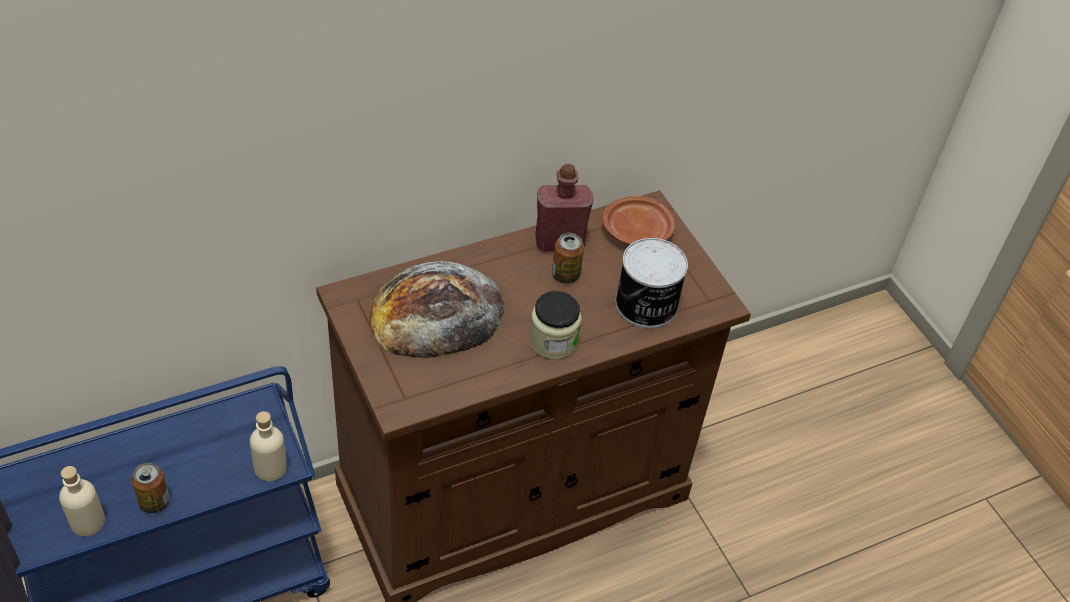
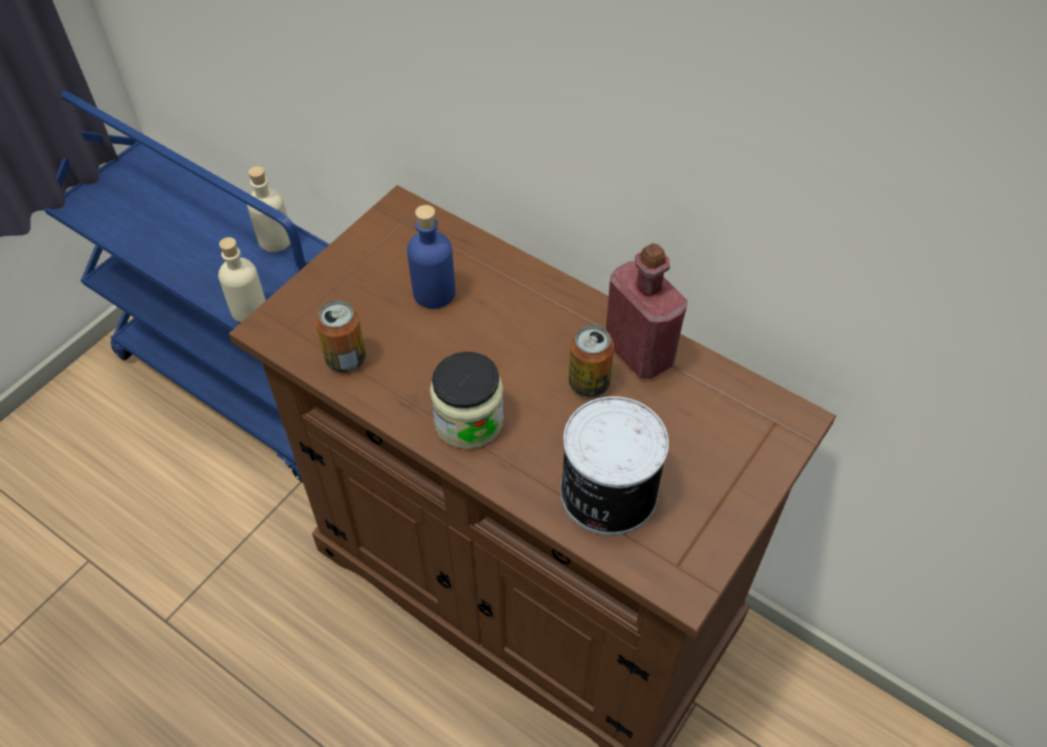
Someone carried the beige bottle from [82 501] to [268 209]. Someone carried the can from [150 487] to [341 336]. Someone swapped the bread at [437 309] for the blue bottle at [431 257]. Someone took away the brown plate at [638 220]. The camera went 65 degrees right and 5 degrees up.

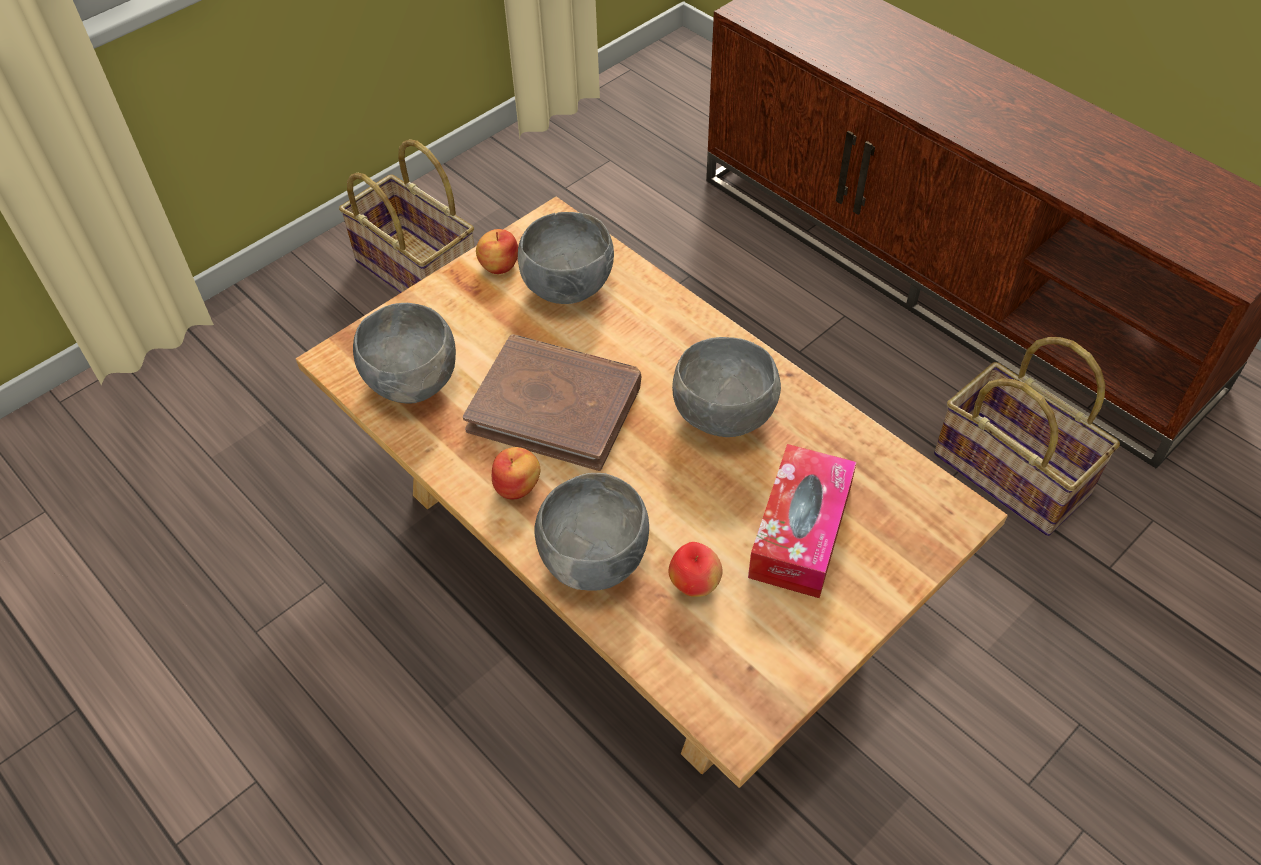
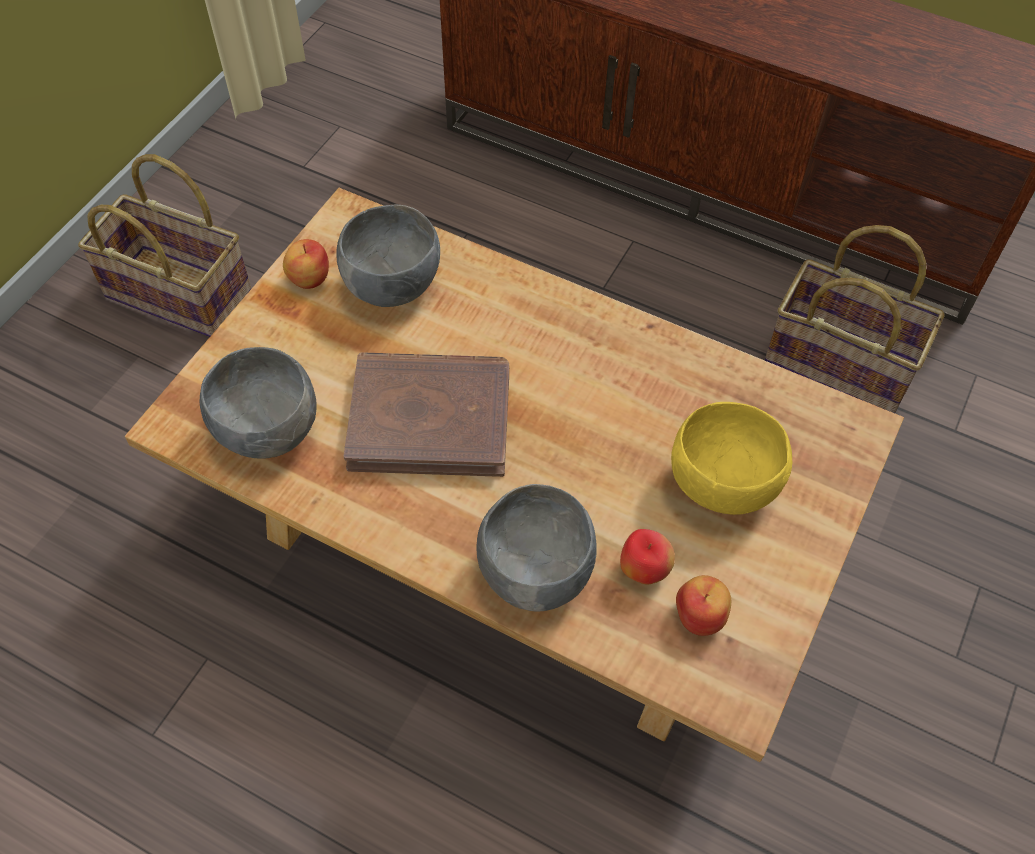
Someone swapped the tissue box at [802 521] for the yellow bowl at [731 458]. Someone carried the apple from [516 473] to [703 605]. Someone took away the grey bowl at [726 387]. The camera went 20 degrees left and 5 degrees up.

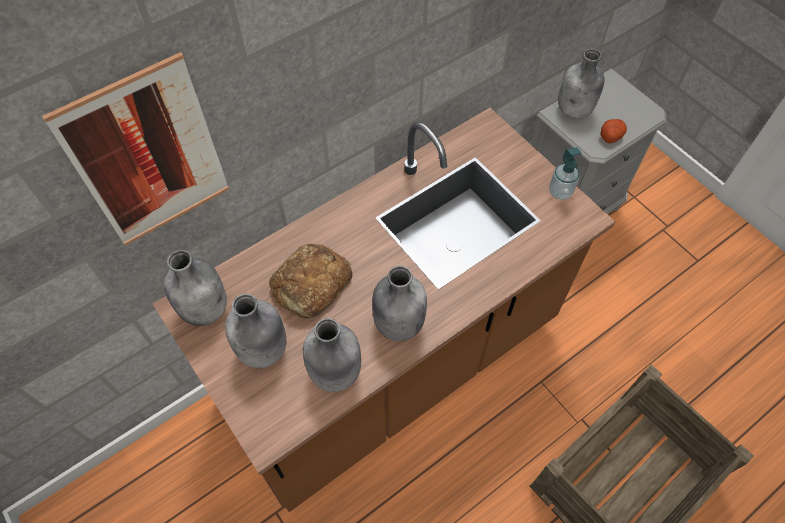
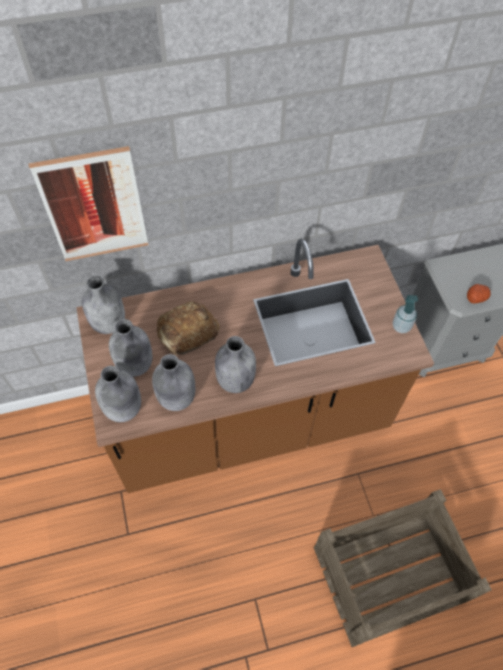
Someone carried the grey bottle from [581 84] to [118 394]. The camera went 20 degrees right and 0 degrees up.

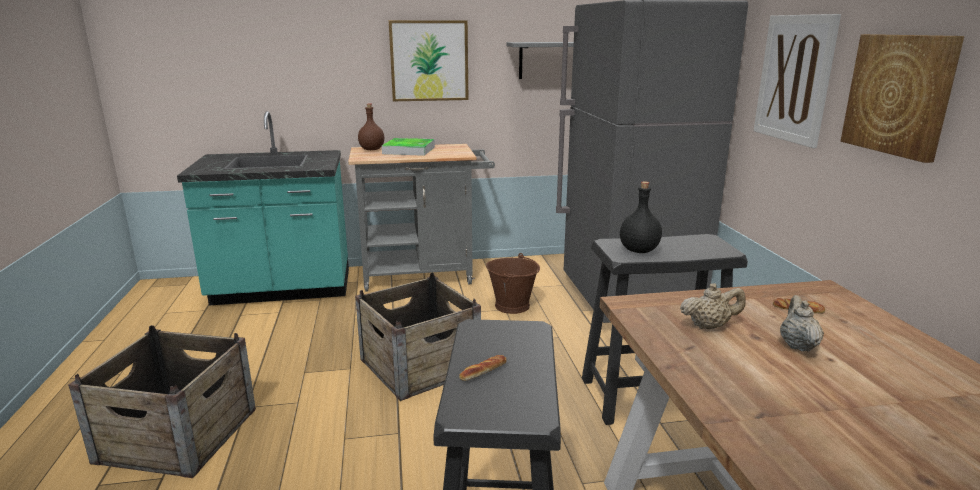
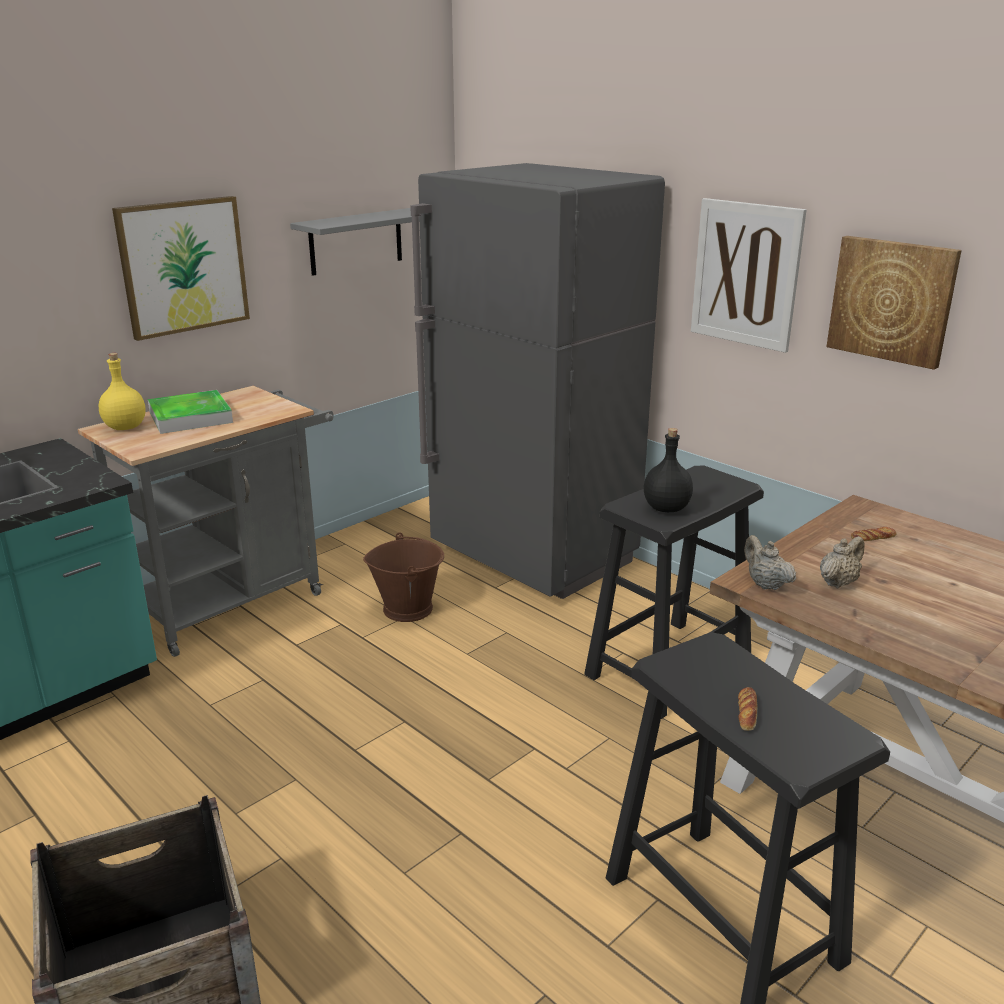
Someone repainted the brown bottle at [371 127], which became the yellow bottle at [122 391]. Someone carried the beige teapot from [802 323] to [770 562]. Someone took away the crate at [418 336]. The camera went 35 degrees left and 5 degrees up.

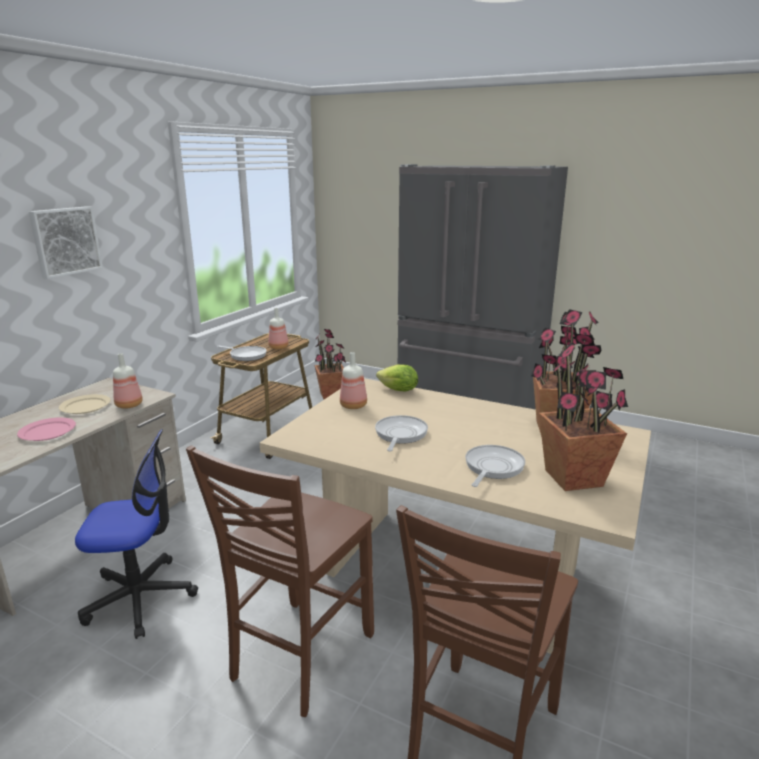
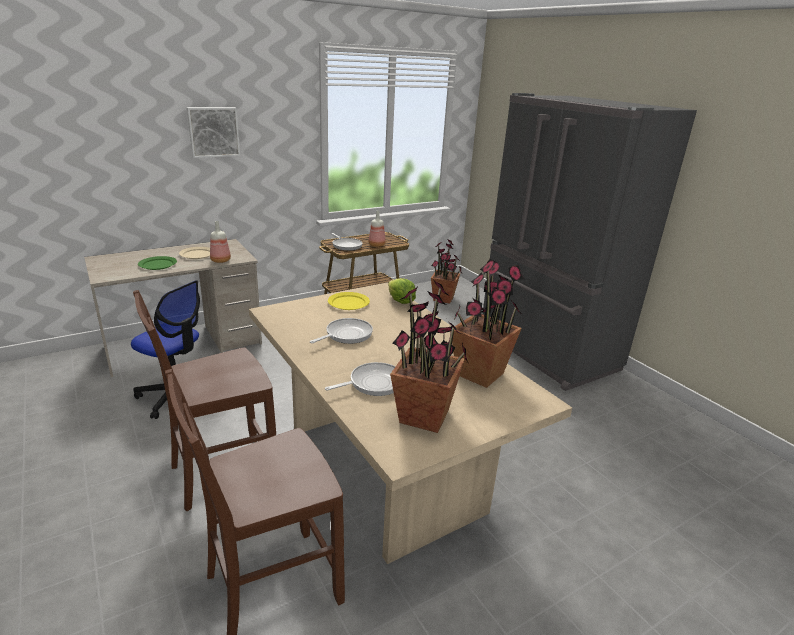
Someone repainted the pink plate at [46 429], which became the green plate at [157 263]. Someone swapped the bottle at [353 380] for the yellow plate at [349 301]. The camera went 30 degrees right and 5 degrees up.

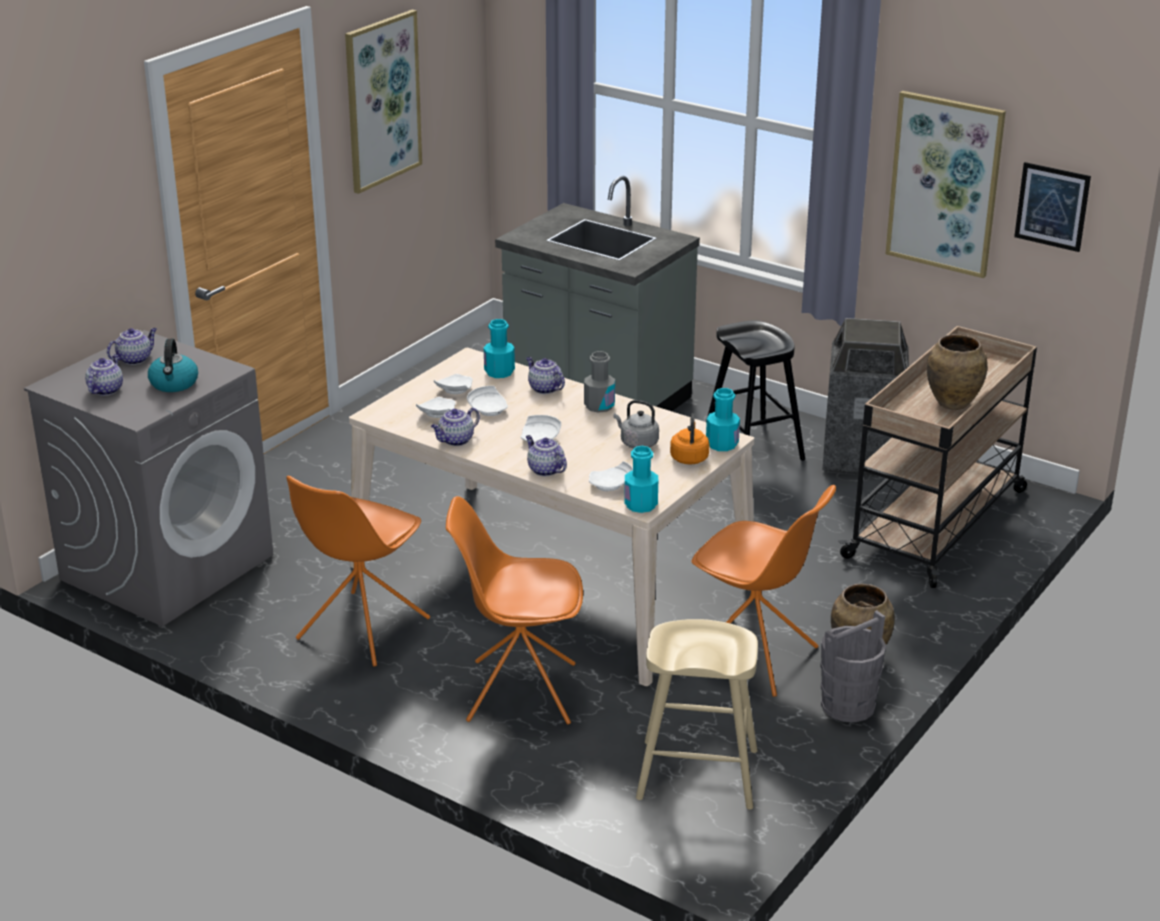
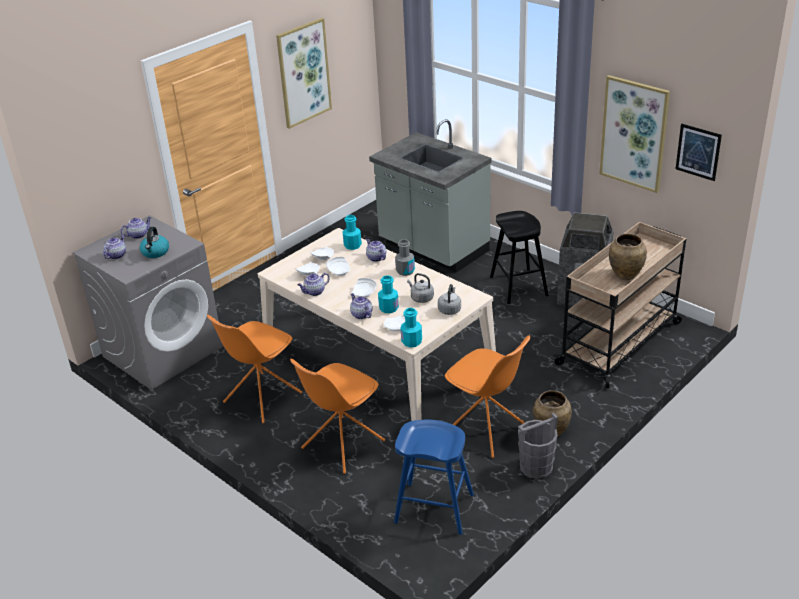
Someone rotated the orange chair at [514 610] by 60 degrees counterclockwise. Someone carried the turquoise bottle from [723 419] to [388 294]. Someone repainted the beige stool at [697 714], which became the blue stool at [434 477]. Someone repainted the orange kettle at [690 439], which became the grey kettle at [449 299]. The camera went 10 degrees right and 5 degrees up.

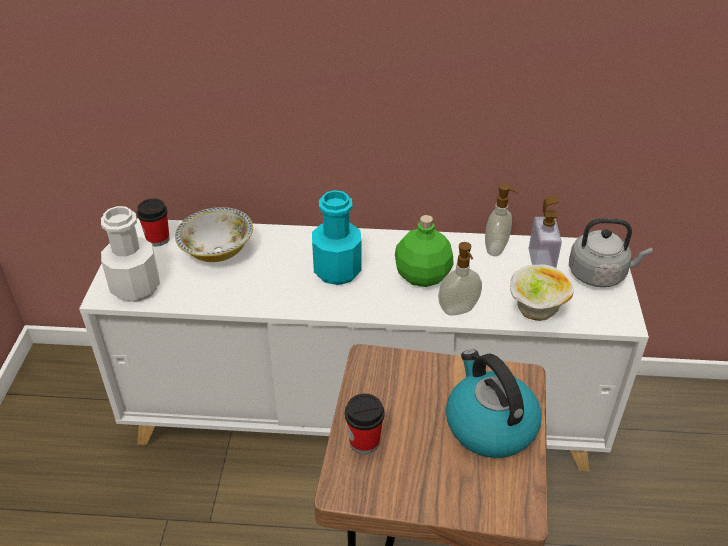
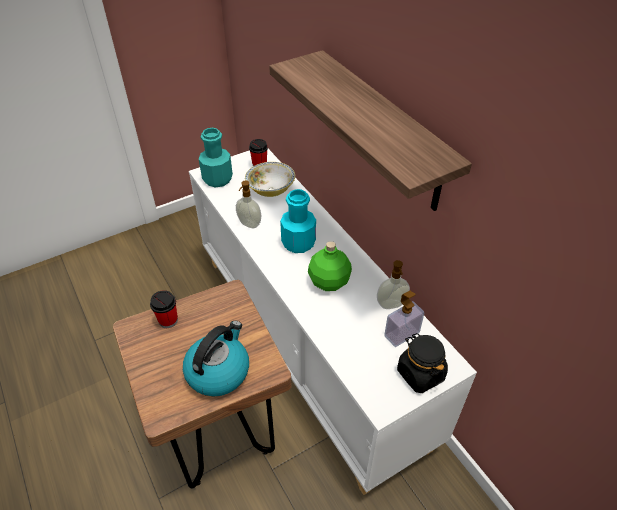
Someone repainted the white bottle at [130 254], which became the turquoise bottle at [216 158]. Someone carried the soap dispenser from [460 279] to [248 204]. Someone put up the shelf at [370 130]. Someone swapped the grey kettle at [611 252] for the black jar at [422 363]. Someone took away the bowl at [542 293]. The camera went 55 degrees right and 5 degrees up.

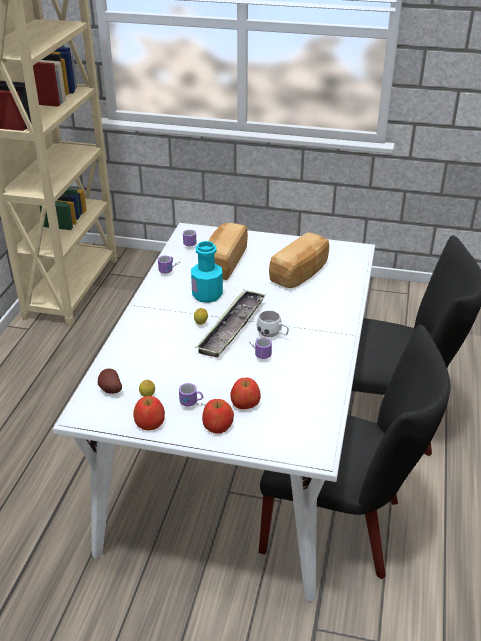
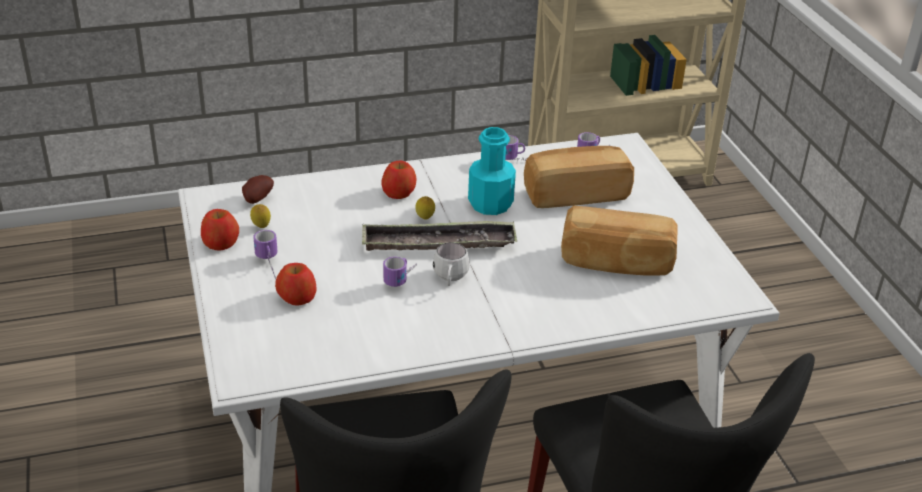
Someone carried the apple from [218 416] to [399 179]. The camera went 60 degrees right and 0 degrees up.

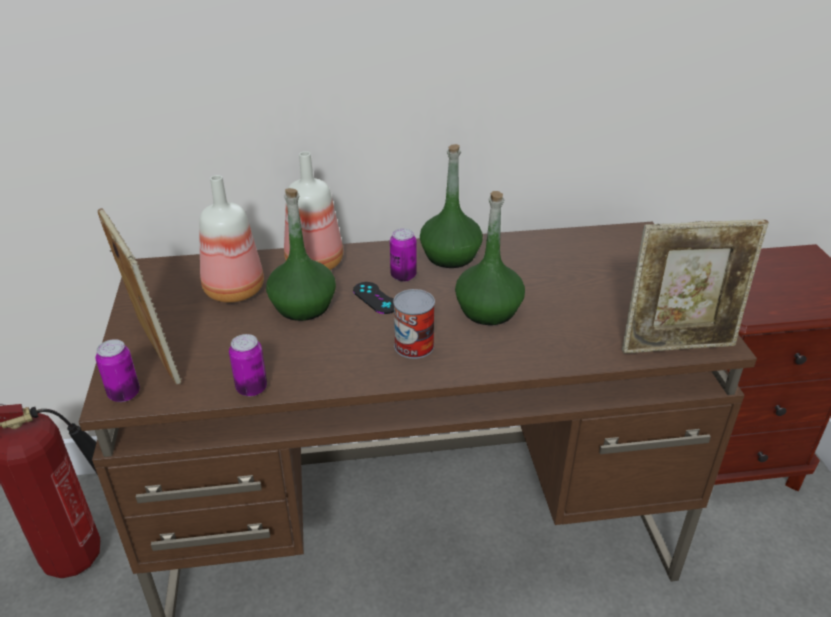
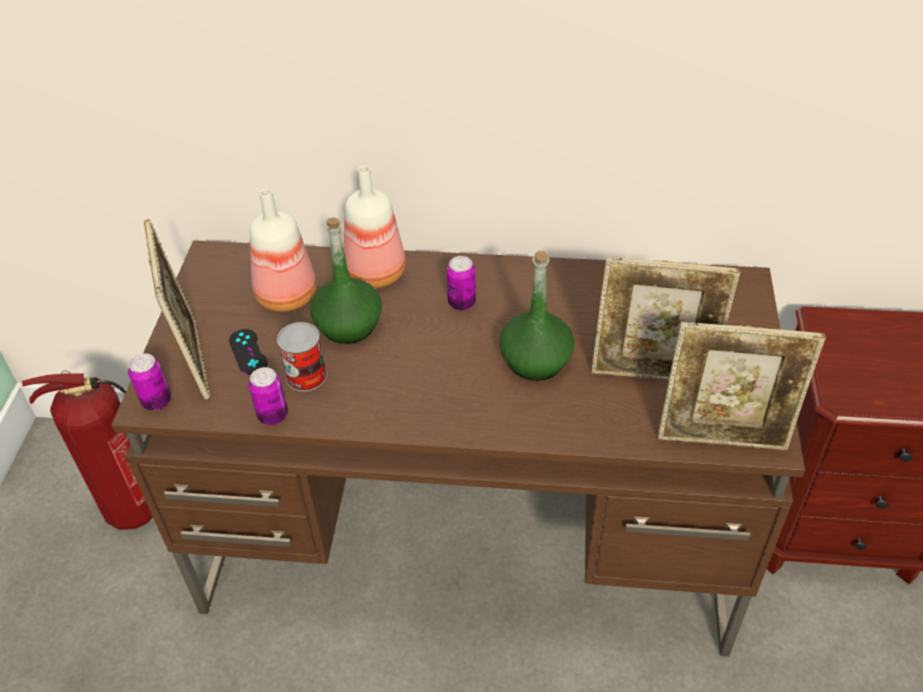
Someone carried the black game controller from [373 298] to [248 352]. Someone carried the can from [414 324] to [302 356]. Someone put down the picture frame at [666 318]. Someone took away the green bottle at [451 206]. The camera went 15 degrees right and 10 degrees up.

